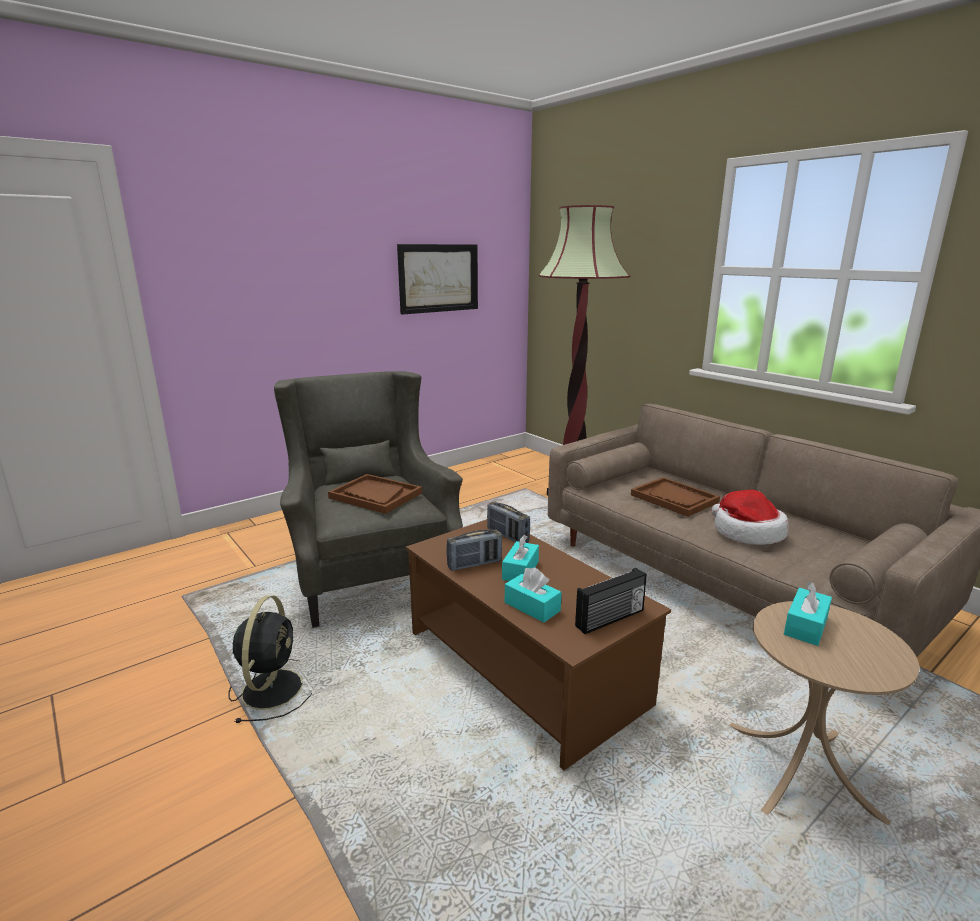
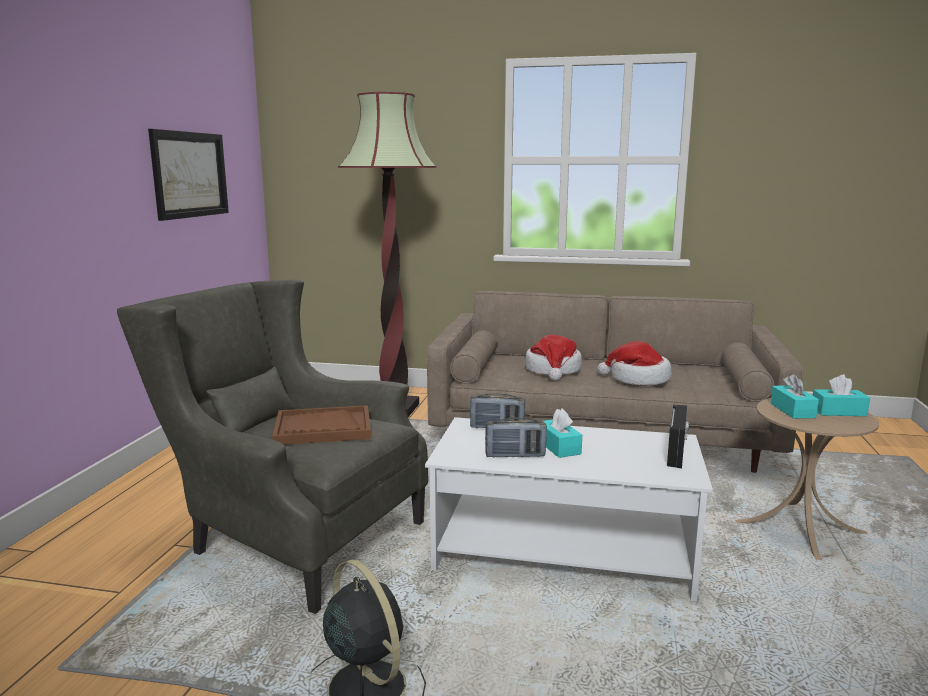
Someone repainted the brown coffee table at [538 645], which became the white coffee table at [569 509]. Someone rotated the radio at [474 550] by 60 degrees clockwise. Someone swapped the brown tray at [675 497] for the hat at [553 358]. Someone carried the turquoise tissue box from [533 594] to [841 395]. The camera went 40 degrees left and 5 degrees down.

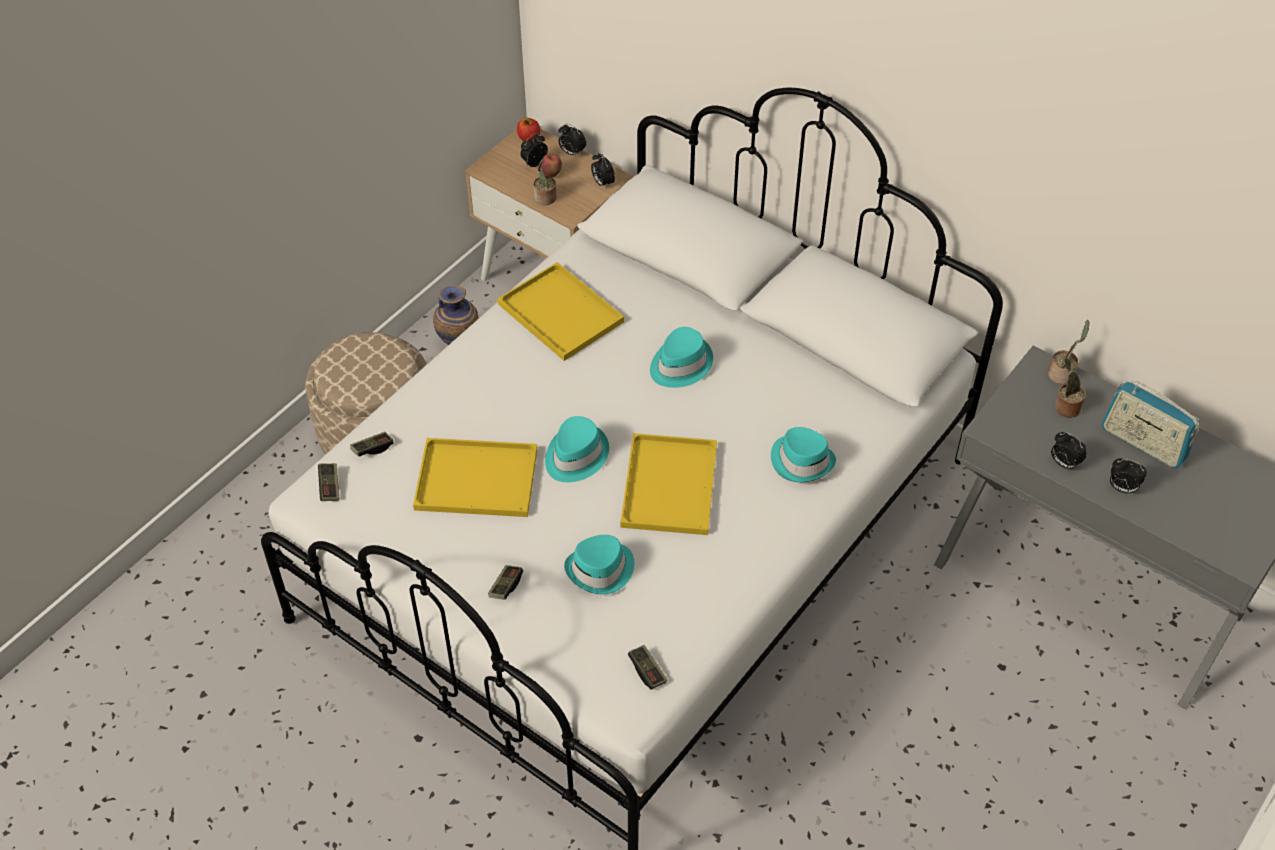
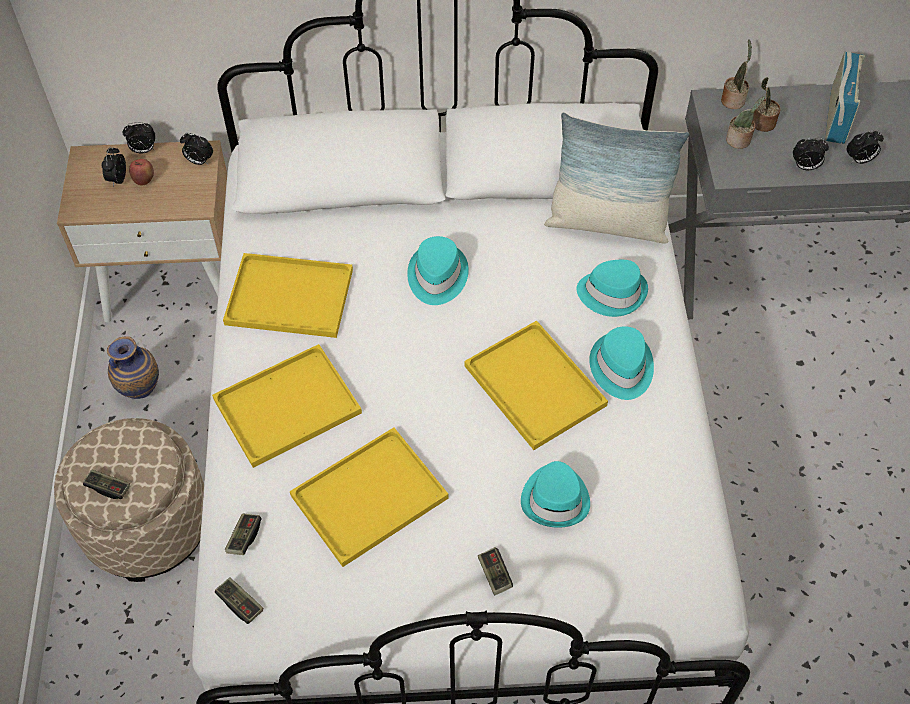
Someone carried the game controller from [647 667] to [106 484]. Someone put down the yellow tray at [287 406]. Someone put down the pillow at [616 178]. Someone carried the turquoise hat from [577 449] to [621 363]. Someone carried the potted plant from [544 182] to [745 122]. Someone rotated the radio at [1150 424] by 75 degrees counterclockwise. Someone took away the apple at [528 129]. The camera went 40 degrees left and 5 degrees up.

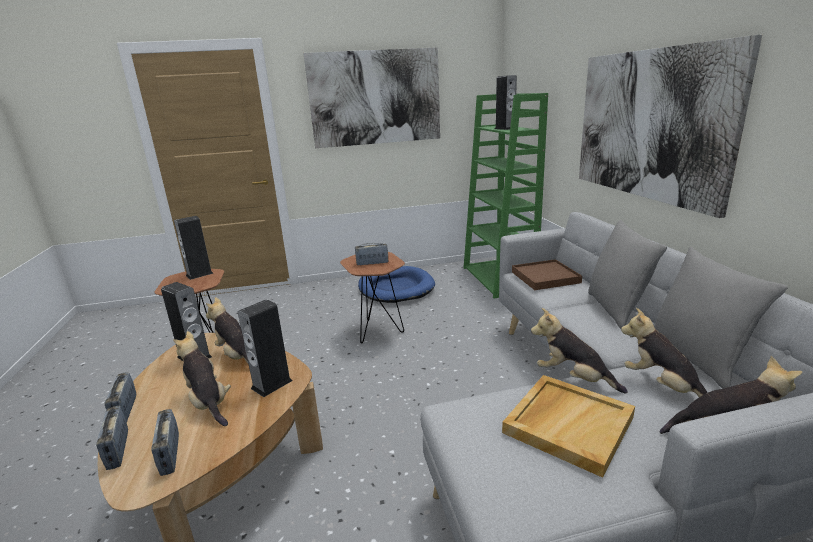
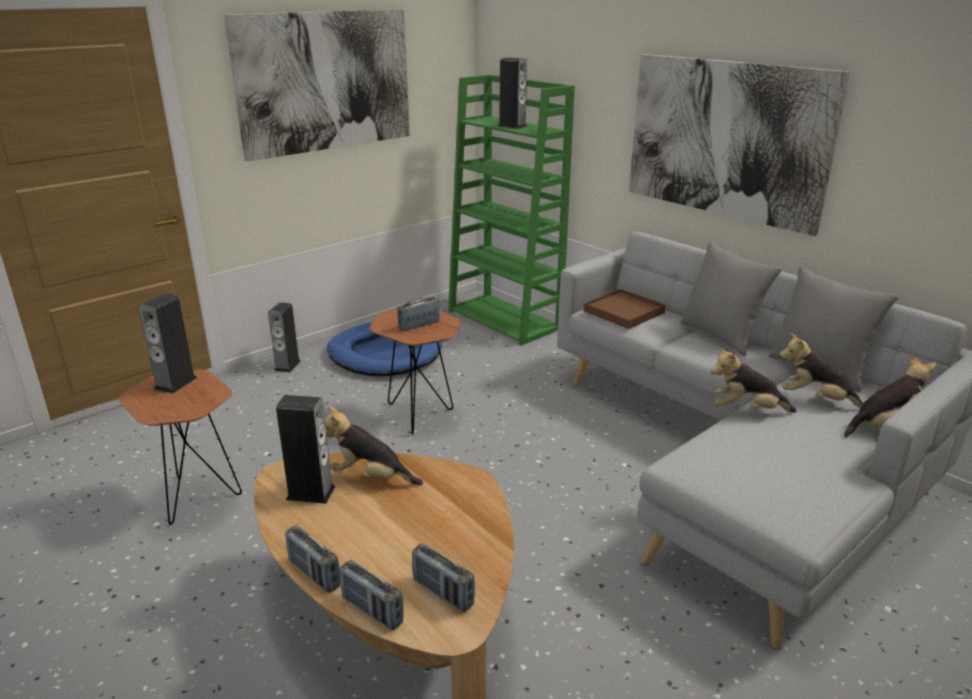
Someone carried the speaker from [265 348] to [284 337]. Someone took away the plush toy at [202 378]. Someone took away the beige tray at [568 426]. The camera went 30 degrees left and 5 degrees up.

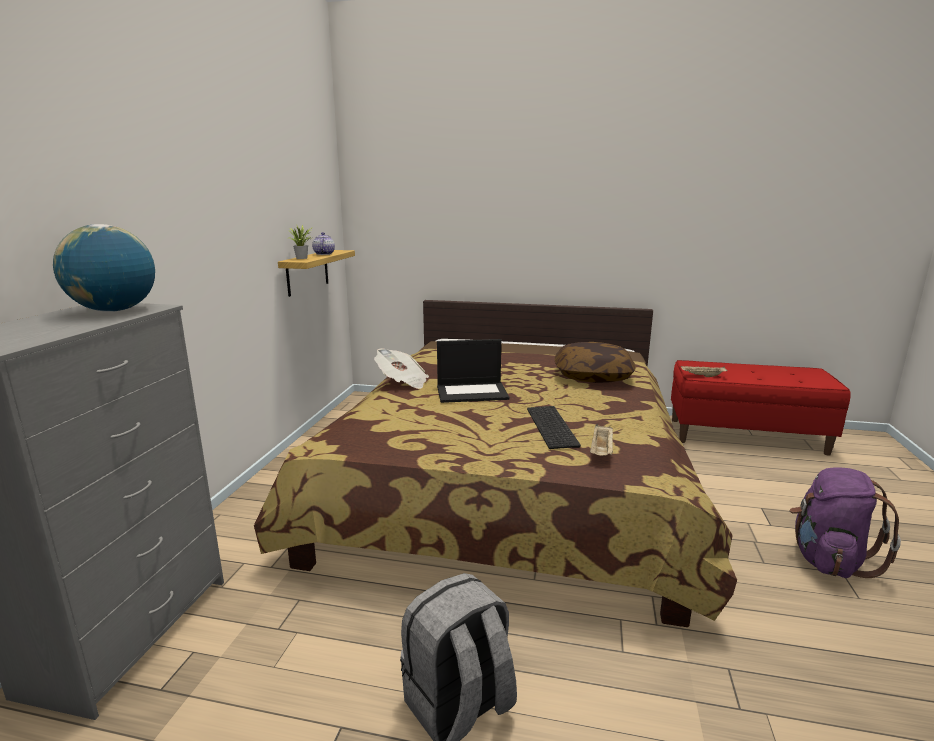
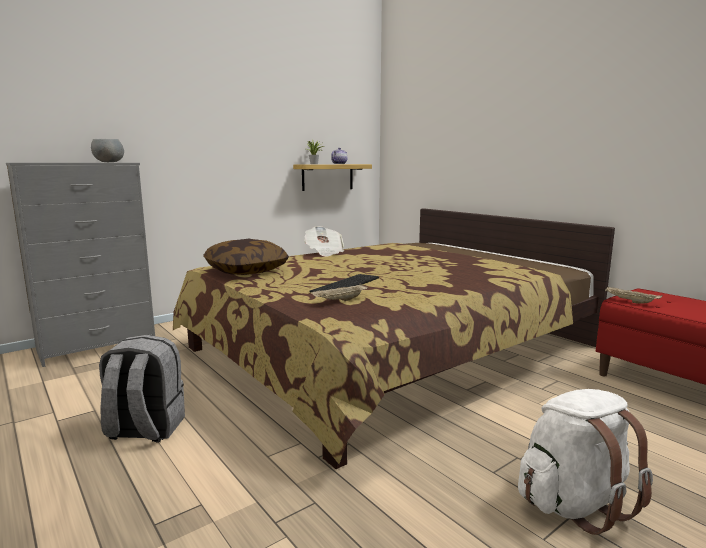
Someone swapped the globe at [104 268] for the grey bowl at [107 150]. Someone carried the pillow from [595 362] to [246 257]. Someone repainted the purple backpack at [845 522], which became the white backpack at [585 462]. Someone took away the laptop at [473 371]. The camera went 40 degrees right and 5 degrees down.

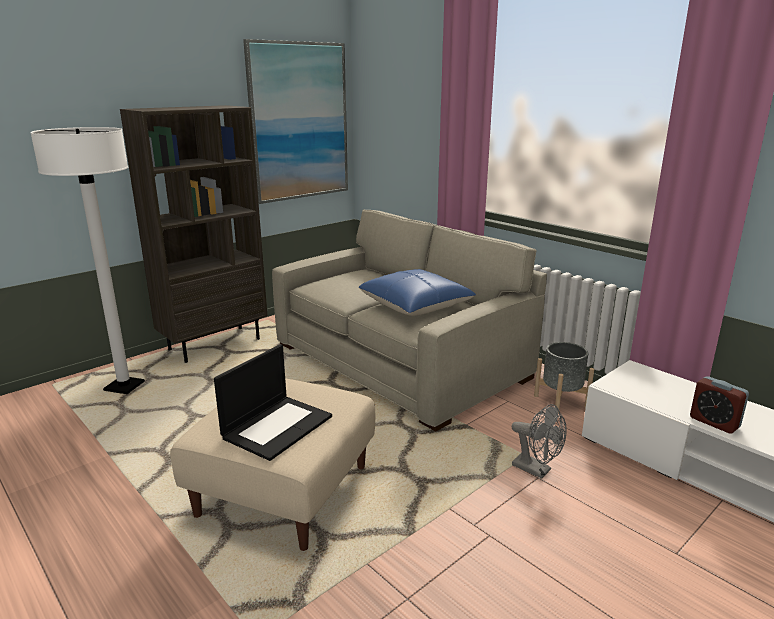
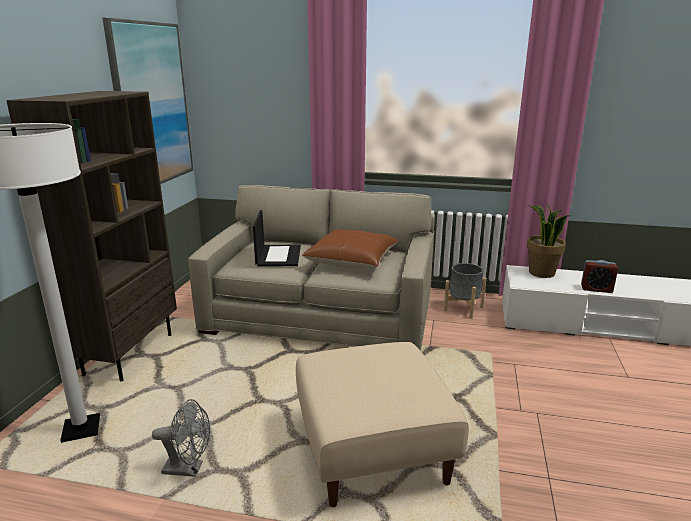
Someone carried the grey fan from [539 441] to [181 438]. Someone carried the laptop from [273 402] to [277 238]. Someone repainted the blue pillow at [417 292], which became the brown pillow at [350 249]. Someone put down the potted plant at [549 241]. The camera went 35 degrees left and 0 degrees up.

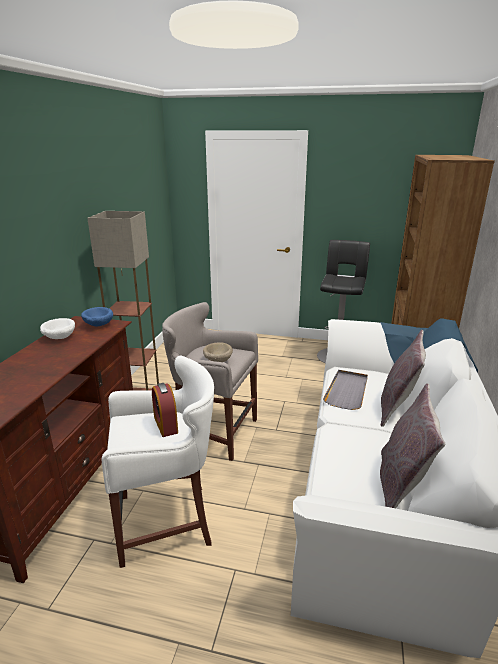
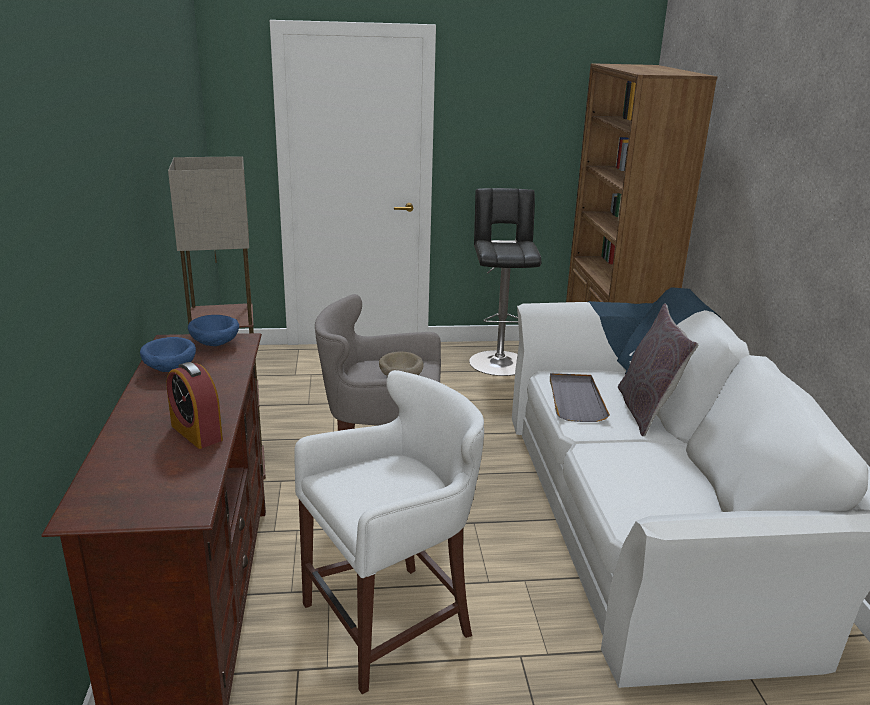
Someone repainted the white bowl at [57 328], which became the blue bowl at [168 354]. Someone carried the alarm clock from [165 410] to [194 405]. Someone took away the grey pillow at [413 445]. The camera went 20 degrees left and 0 degrees up.

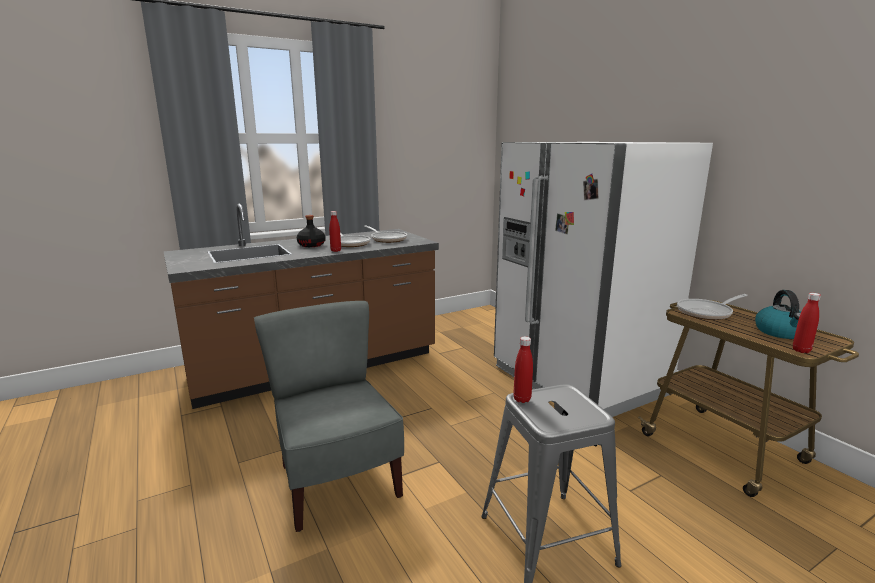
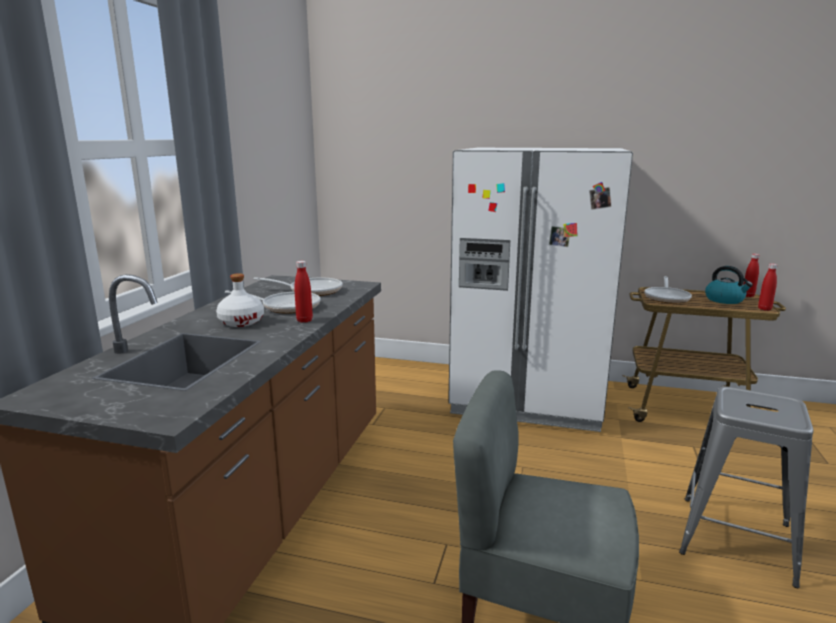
Someone repainted the black bottle at [311 231], which became the white bottle at [240 300]. Someone carried the red bottle from [523 370] to [751 275]. The camera went 45 degrees left and 0 degrees up.

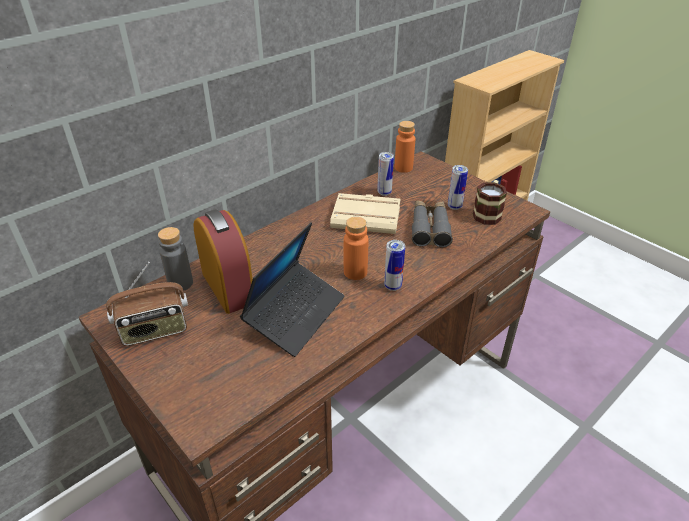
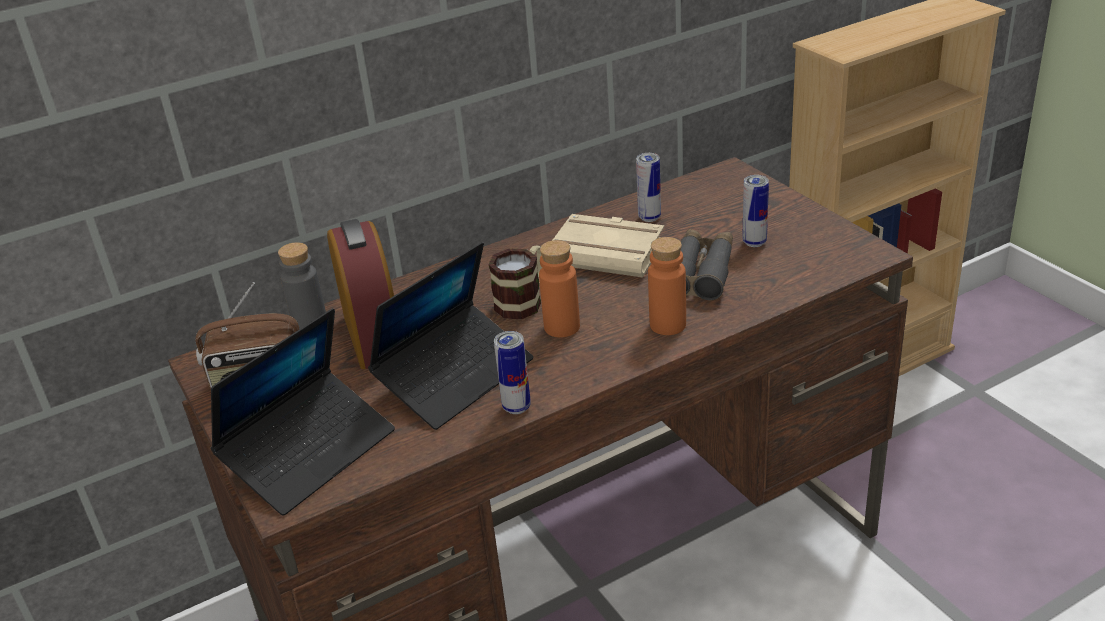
Someone put down the laptop at [303 412]. Someone carried the mug from [490 202] to [515 282]. Someone carried the can from [394 265] to [512 372]. Someone carried the orange bottle from [405 147] to [667 286]. The camera went 15 degrees right and 5 degrees down.

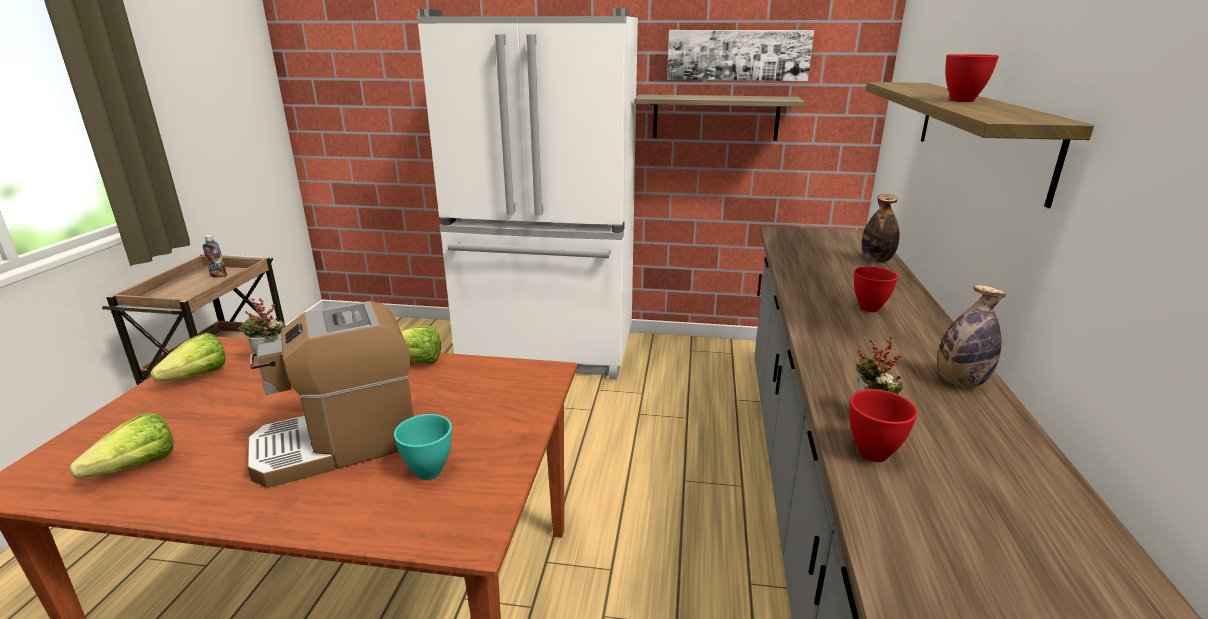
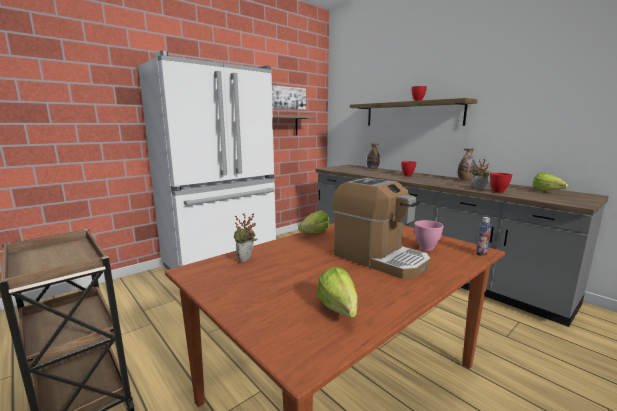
Someone rotated the coffee machine at [330 394] by 60 degrees counterclockwise. Someone repainted the turquoise bowl at [423 447], which became the pink bowl at [429 235]. Someone carried the bottle from [215 256] to [483 236]. Someone carried the lettuce from [188 357] to [550 181]. The camera went 50 degrees left and 10 degrees down.

